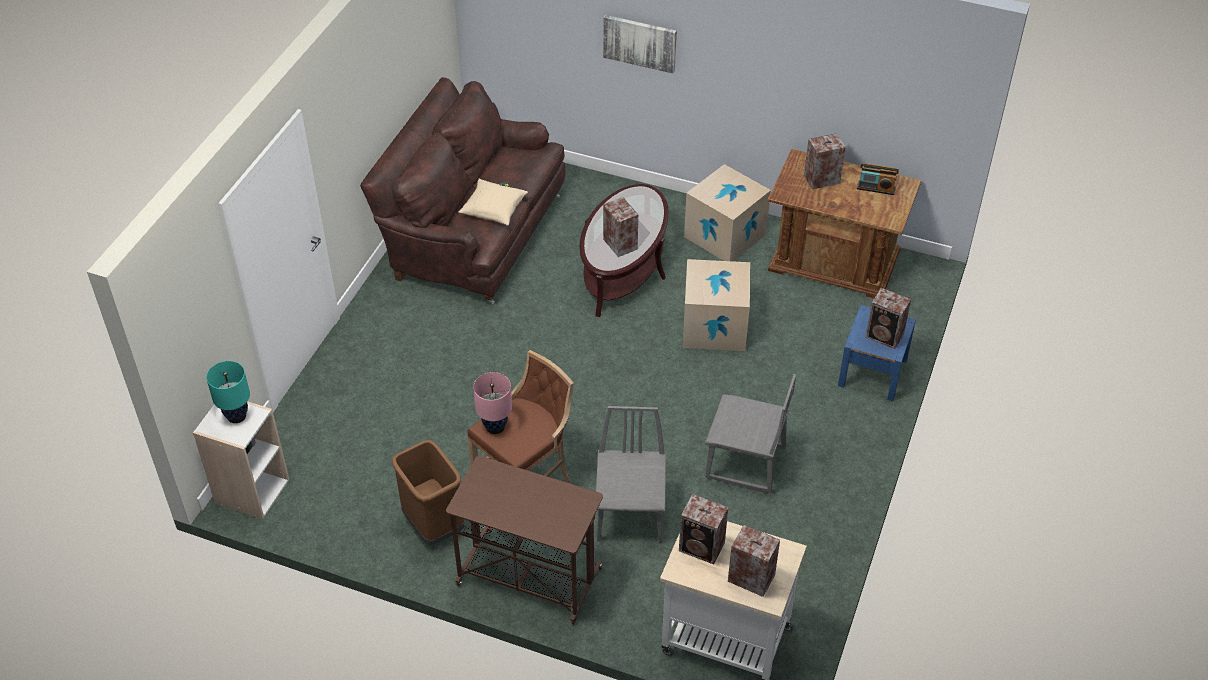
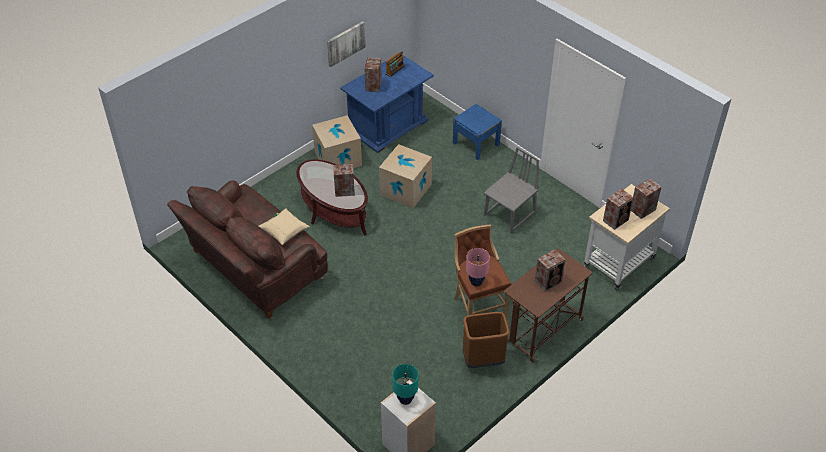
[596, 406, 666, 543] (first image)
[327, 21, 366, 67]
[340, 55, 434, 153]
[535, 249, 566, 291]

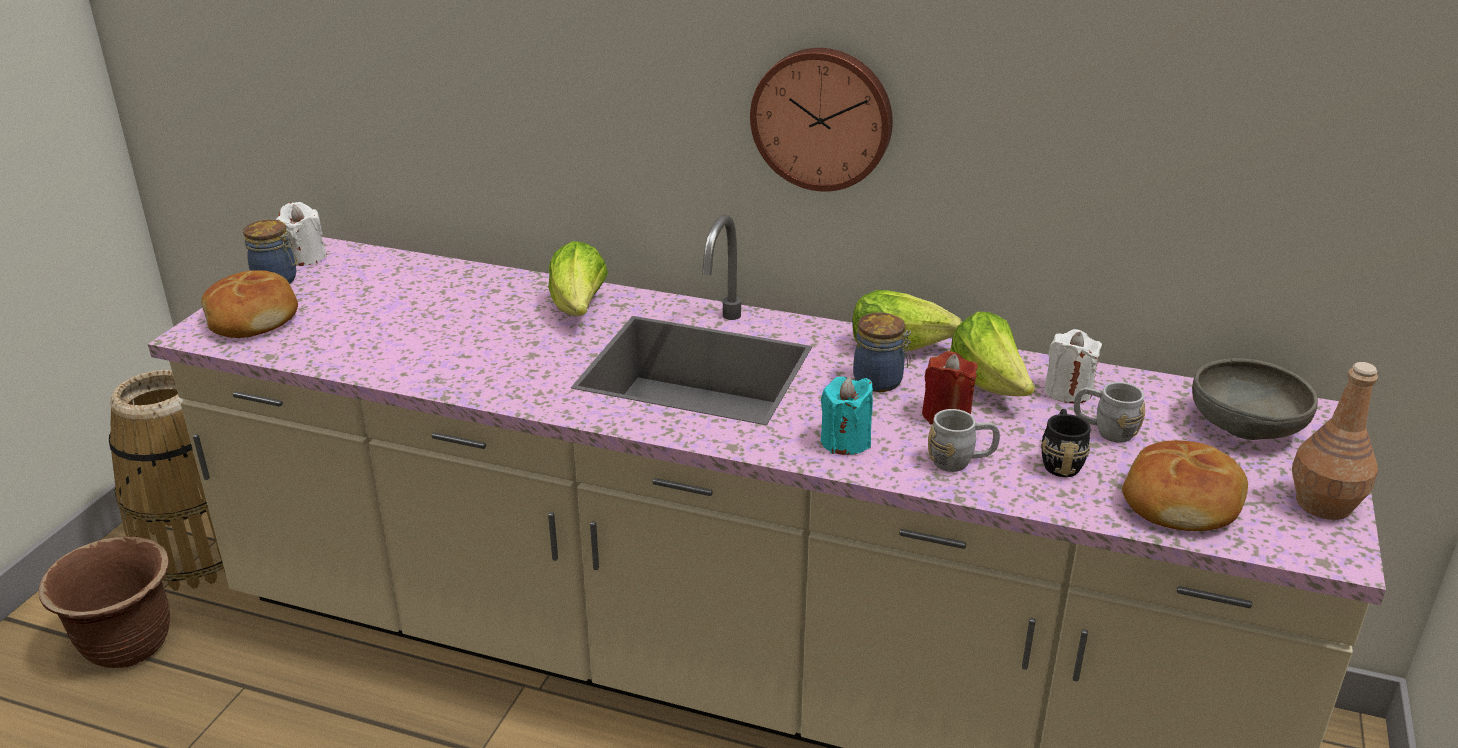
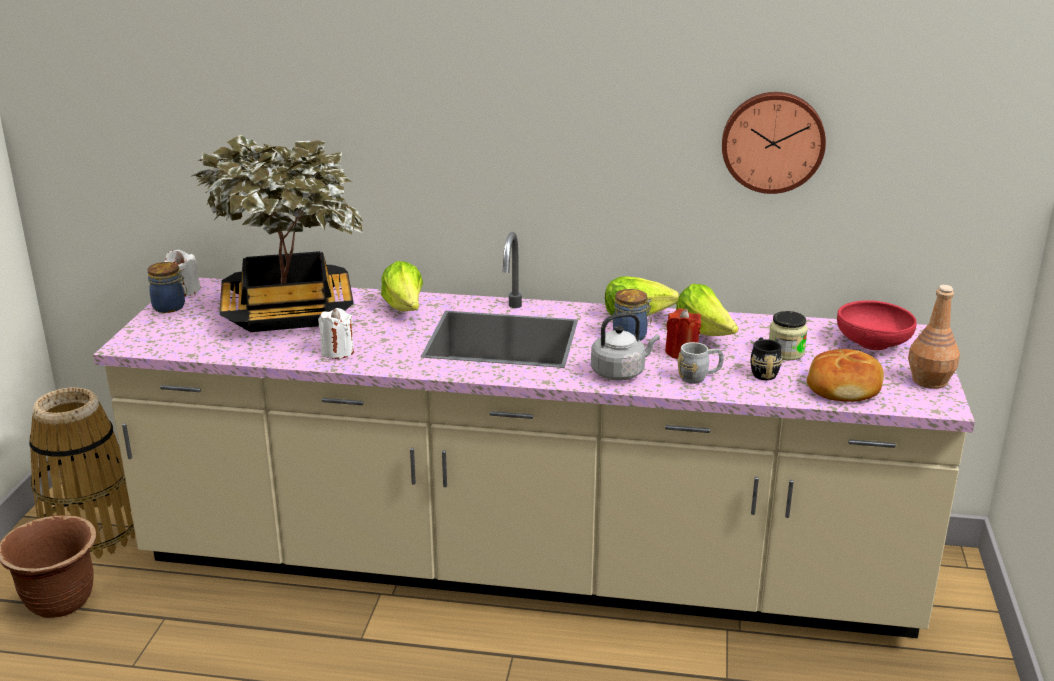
[201, 270, 298, 338] (first image)
[722, 92, 826, 194]
[591, 312, 660, 381]
[318, 308, 354, 359]
[769, 311, 808, 360]
[837, 300, 917, 350]
[190, 135, 363, 332]

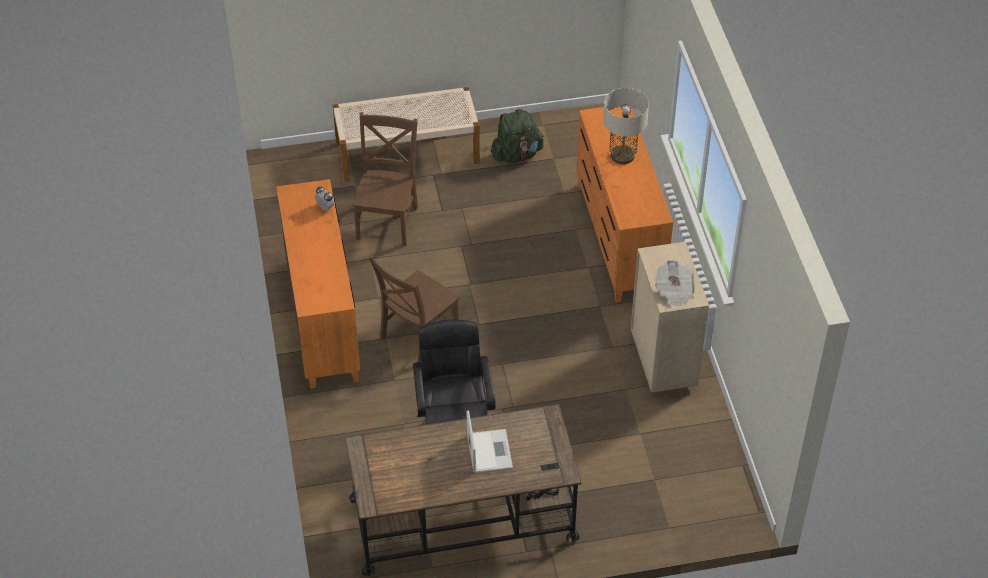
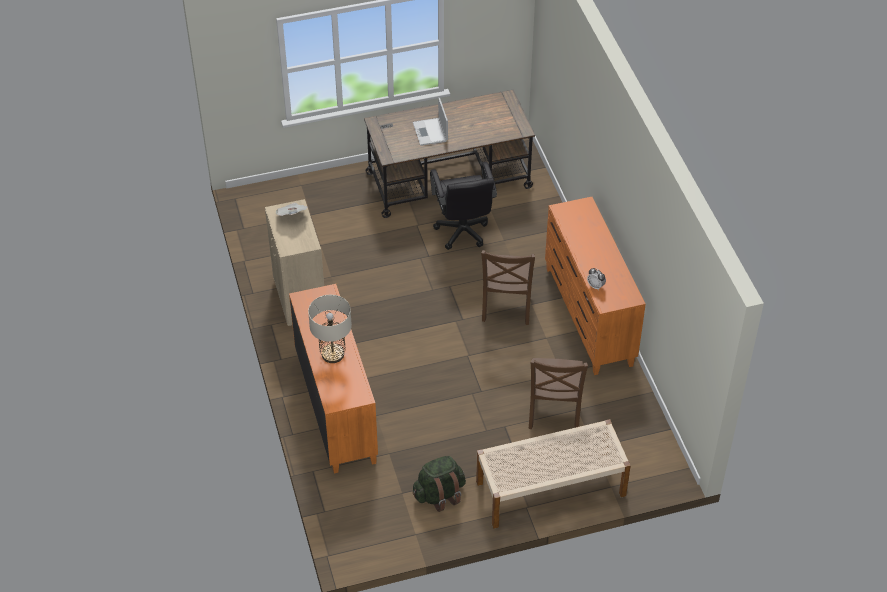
[481, 250, 535, 325]

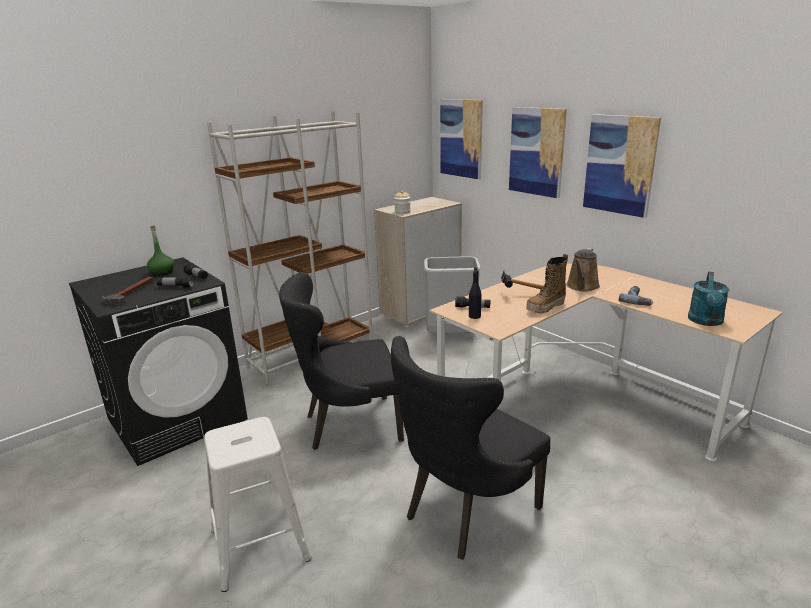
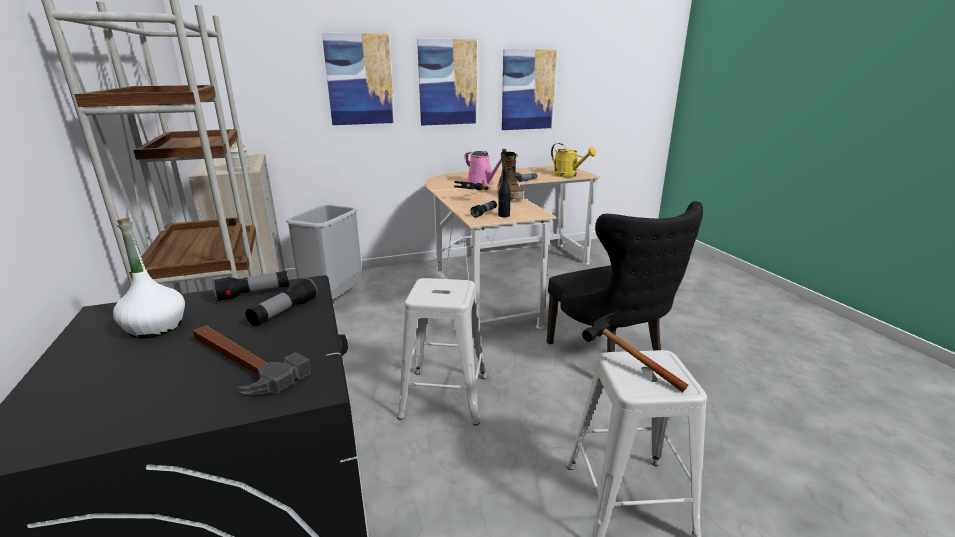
[113, 217, 185, 338]
[397, 278, 487, 425]
[502, 49, 557, 130]
[465, 151, 502, 186]
[551, 143, 596, 177]
[582, 313, 688, 392]

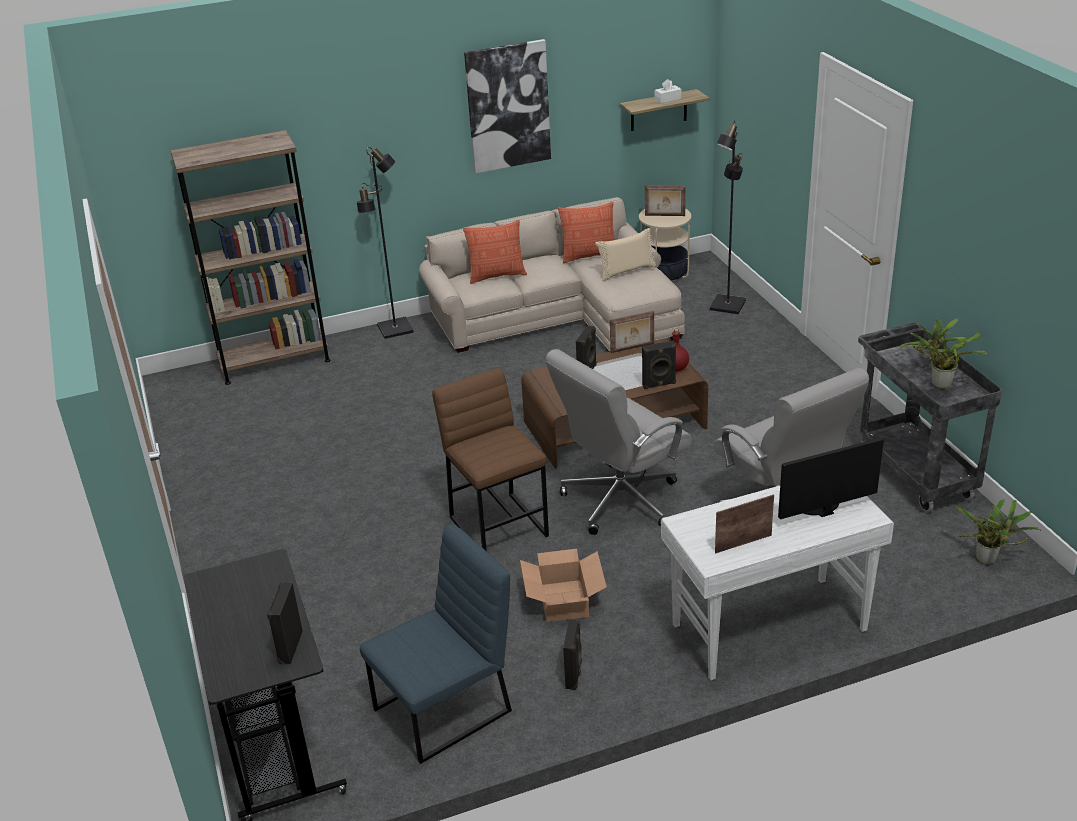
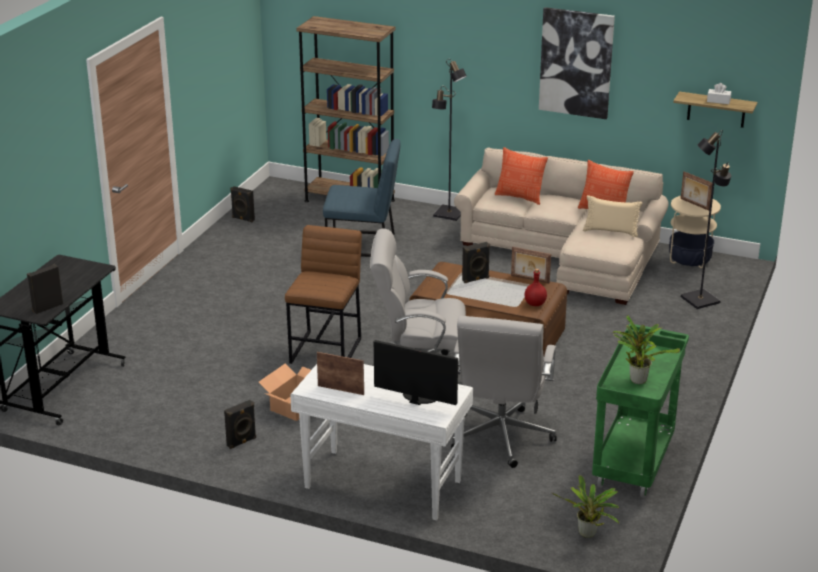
[323, 139, 401, 257]
[230, 186, 255, 222]
[592, 324, 689, 498]

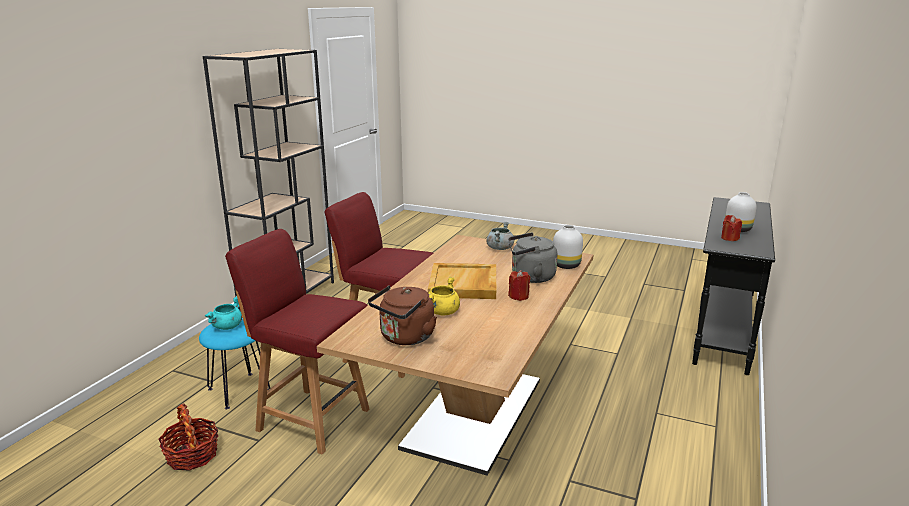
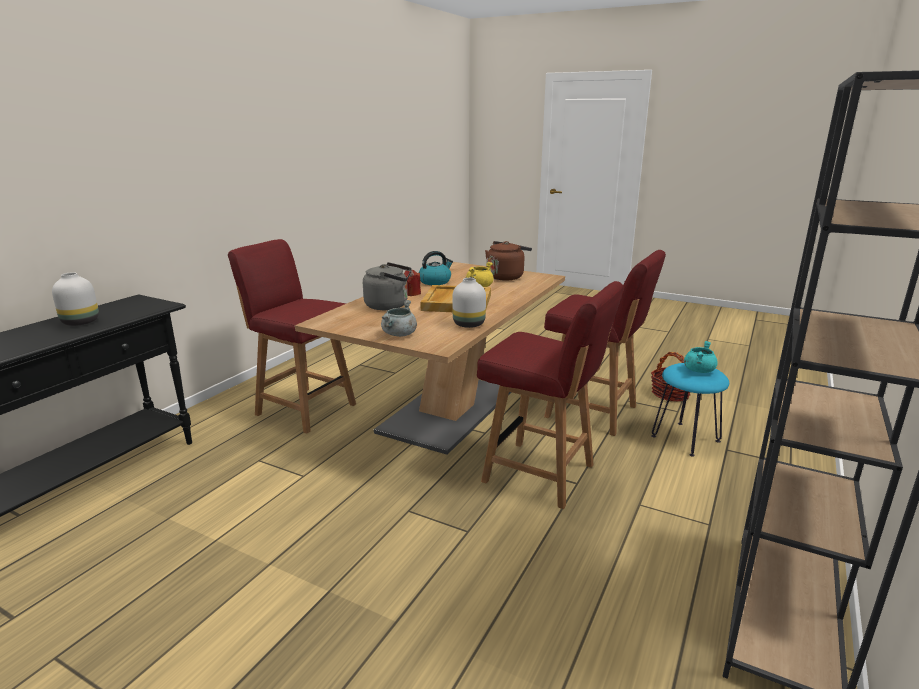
[452, 278, 486, 328]
[721, 215, 742, 241] (first image)
[228, 239, 356, 434]
[419, 251, 453, 285]

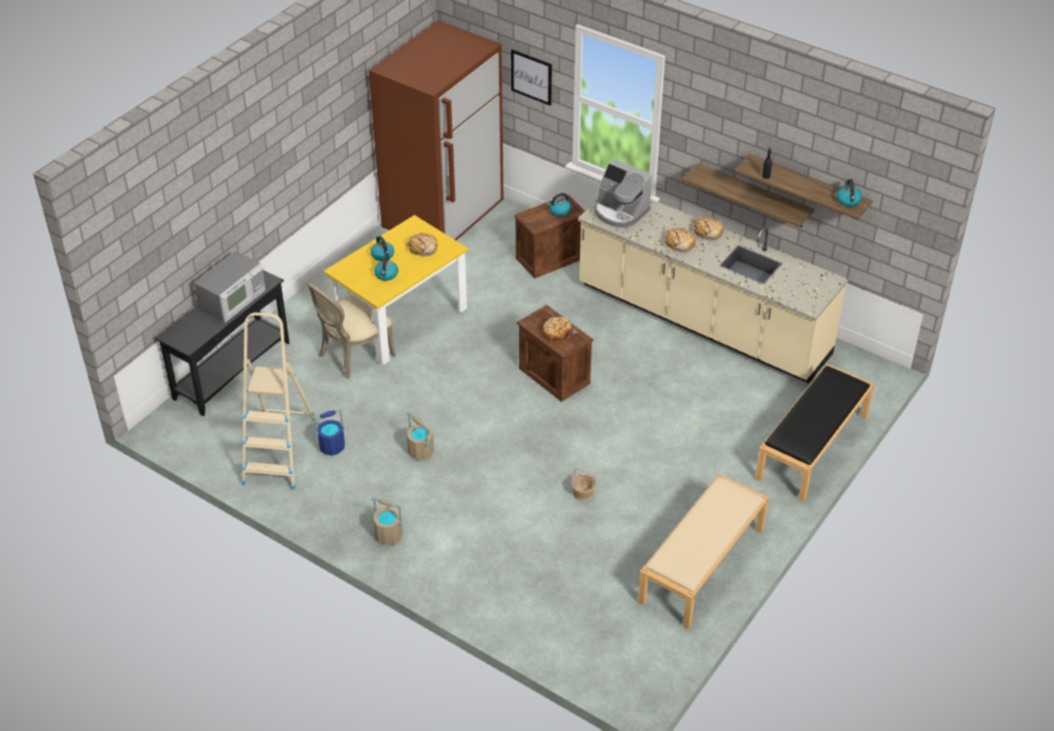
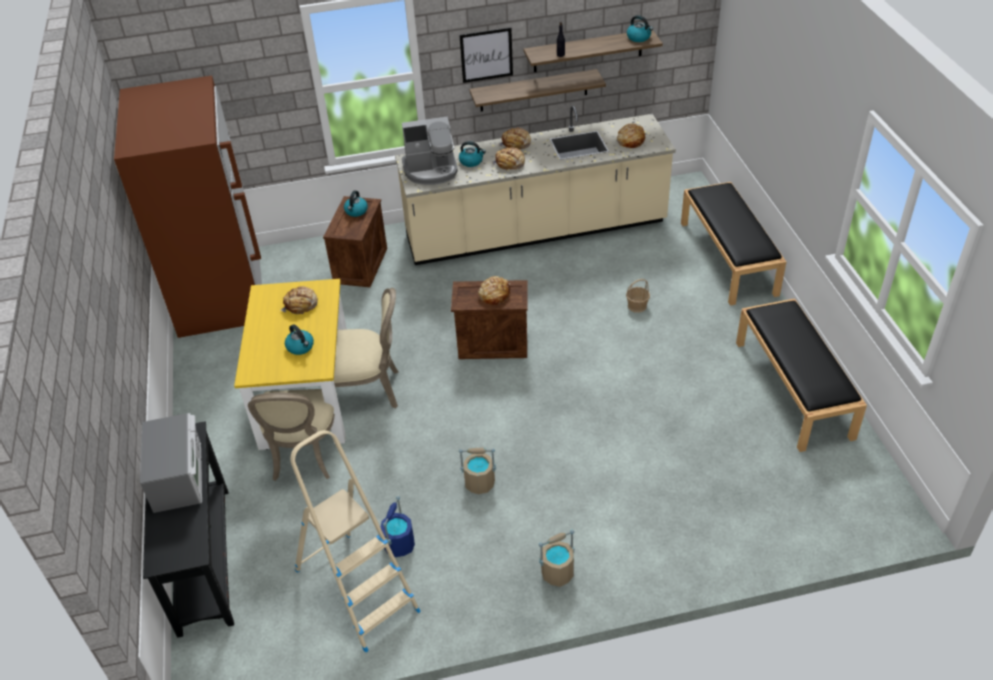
[459, 141, 486, 167]
[460, 27, 513, 83]
[626, 279, 650, 313]
[736, 298, 867, 452]
[334, 288, 398, 408]
[617, 123, 645, 148]

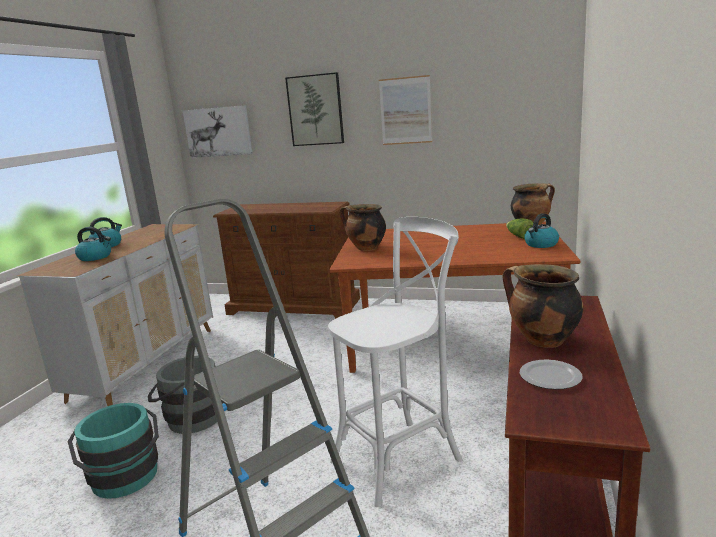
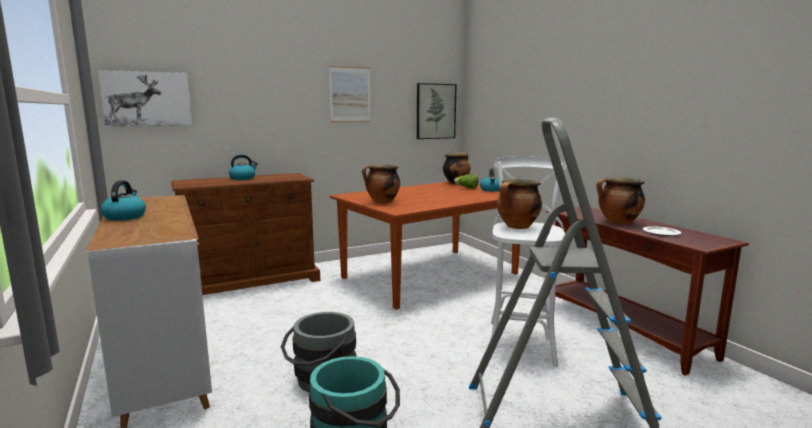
[229, 155, 258, 180]
[417, 83, 457, 139]
[497, 179, 542, 229]

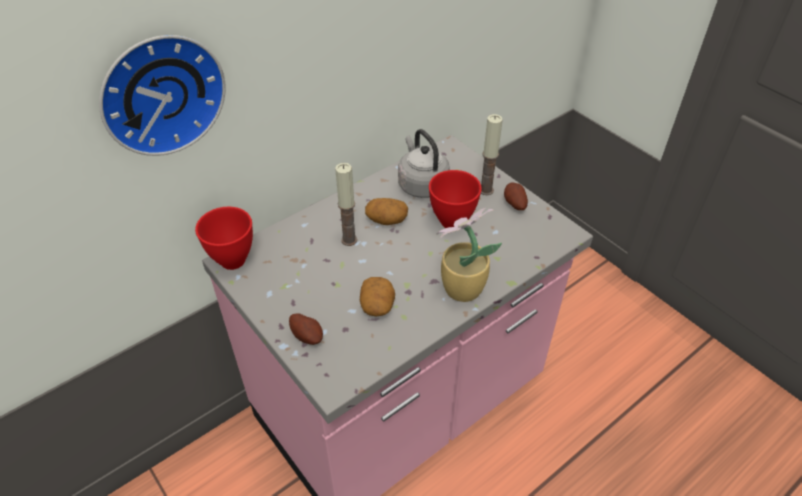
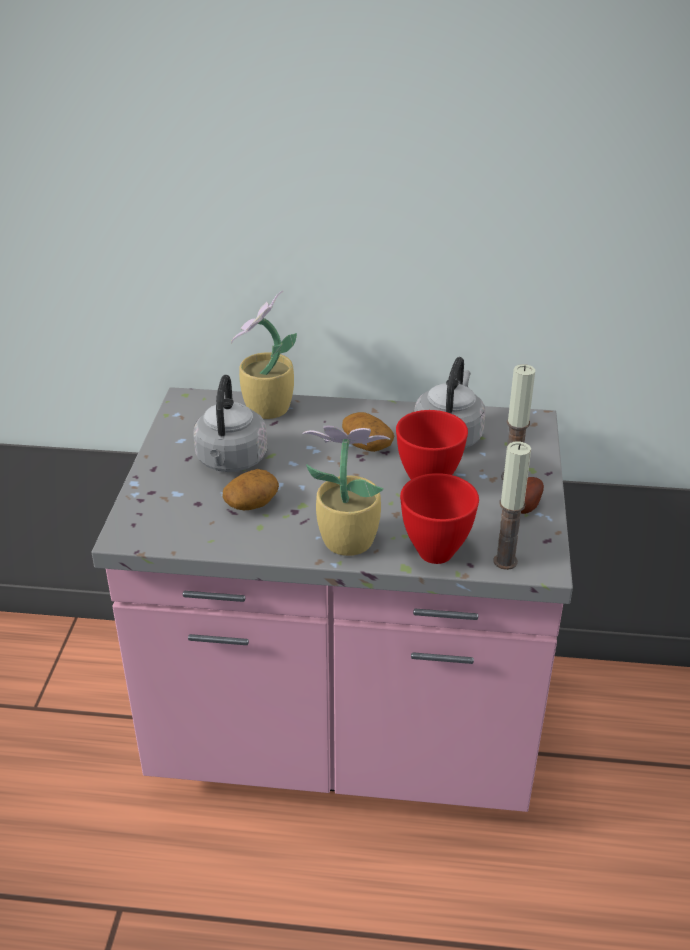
[99, 35, 226, 156] (first image)
[400, 473, 479, 564]
[289, 313, 323, 345] (first image)
[494, 442, 531, 570]
[193, 375, 267, 472]
[231, 291, 297, 419]

